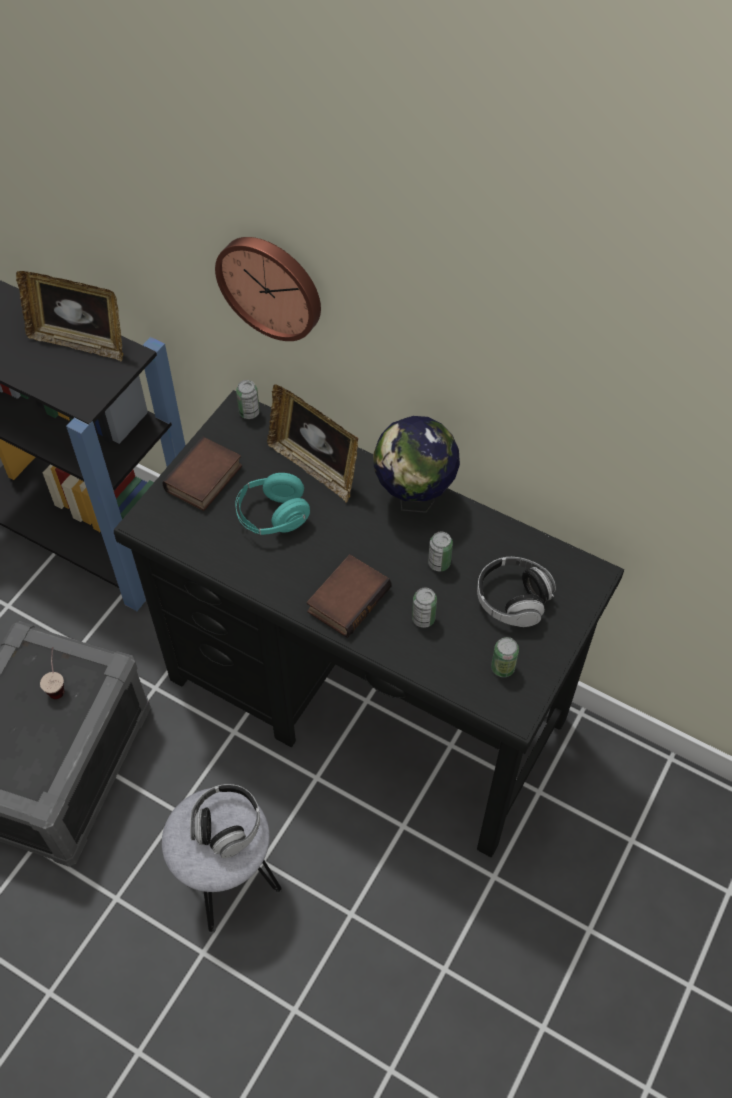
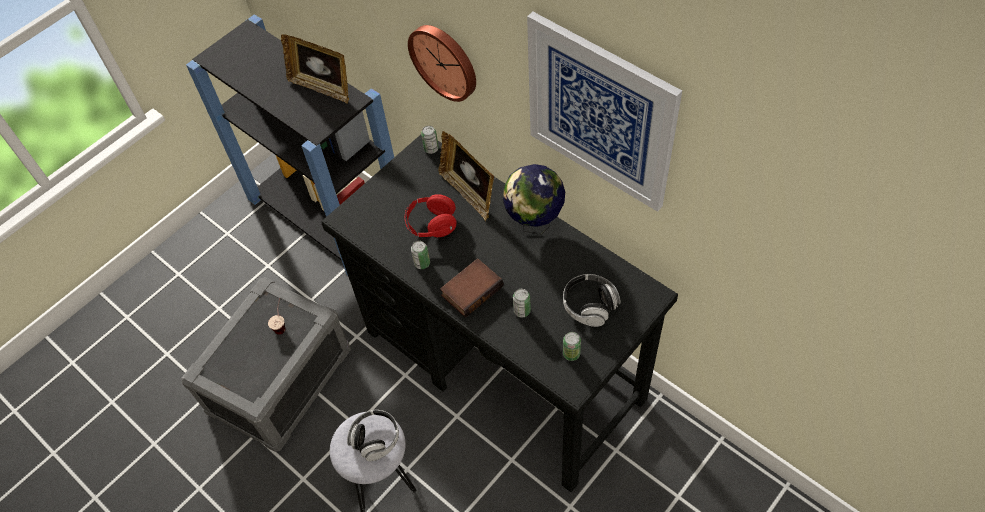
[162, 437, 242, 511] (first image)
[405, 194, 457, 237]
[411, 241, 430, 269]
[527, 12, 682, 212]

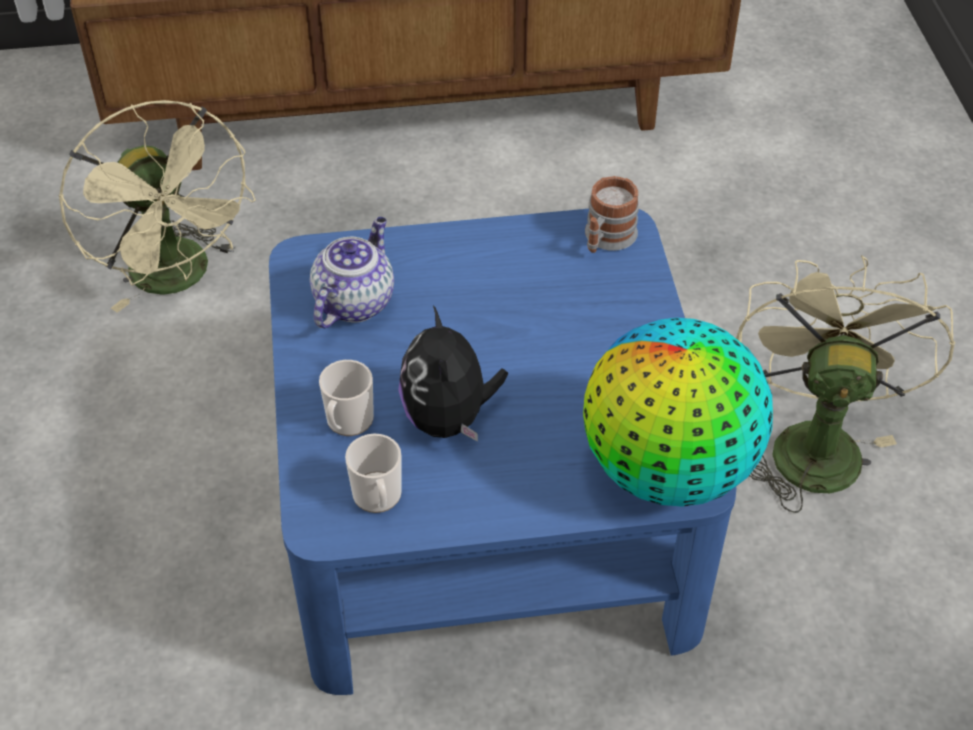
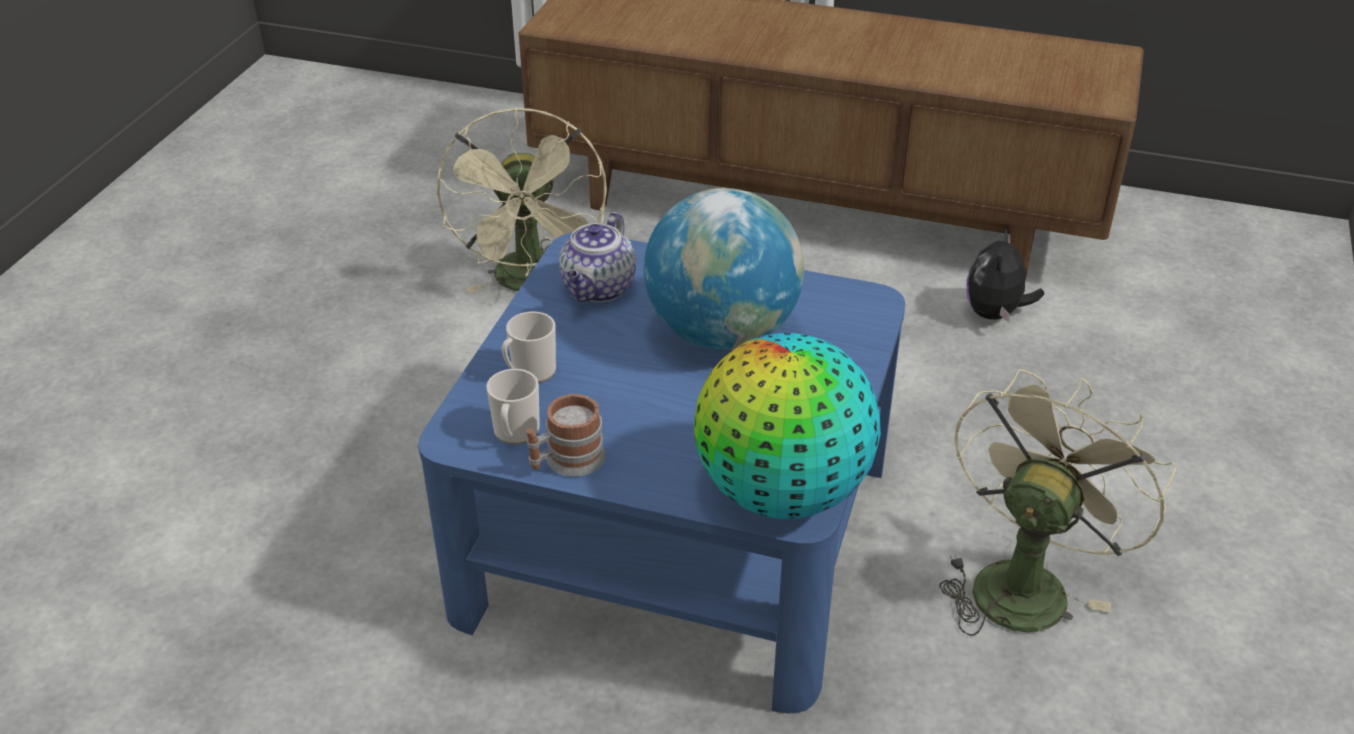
[559, 212, 636, 302]
[966, 226, 1044, 322]
[526, 393, 605, 477]
[644, 188, 804, 350]

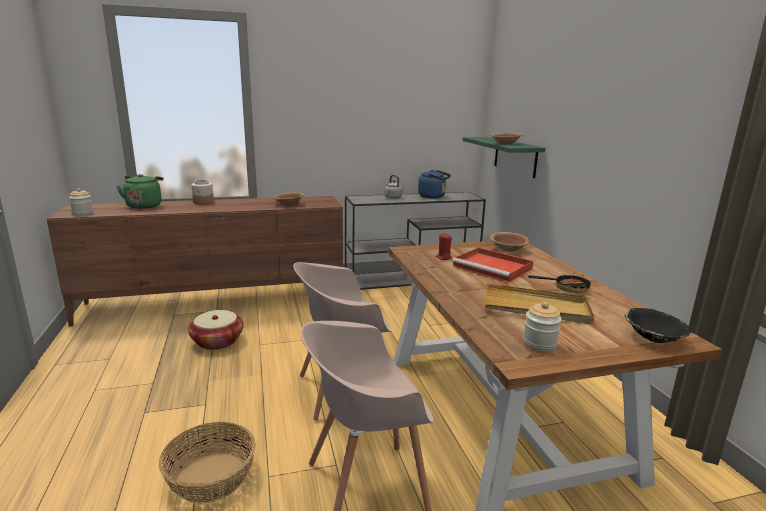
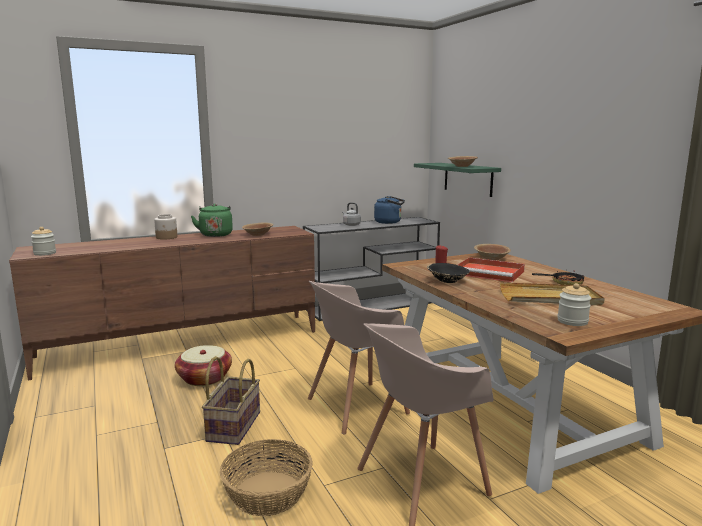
[191, 204, 233, 237]
[427, 263, 470, 283]
[202, 356, 260, 445]

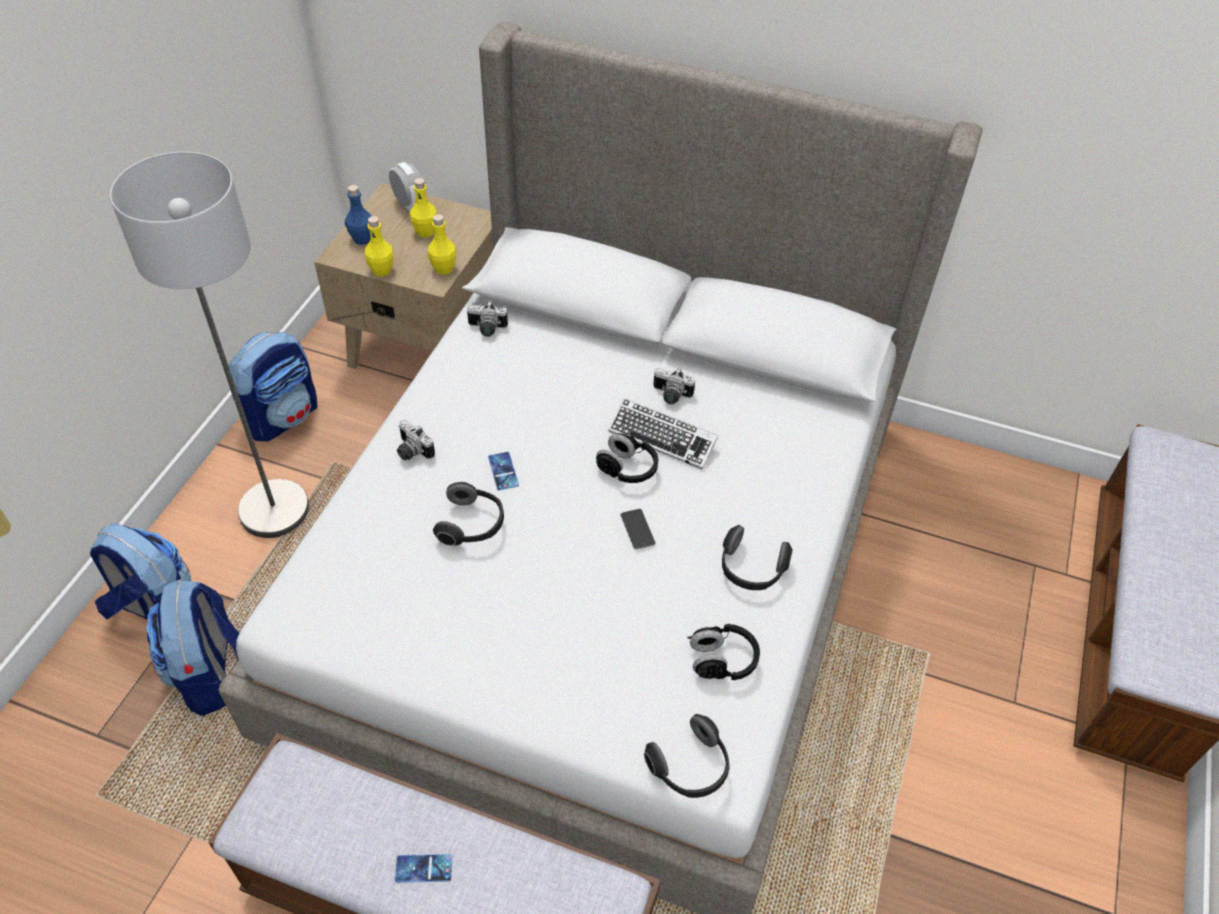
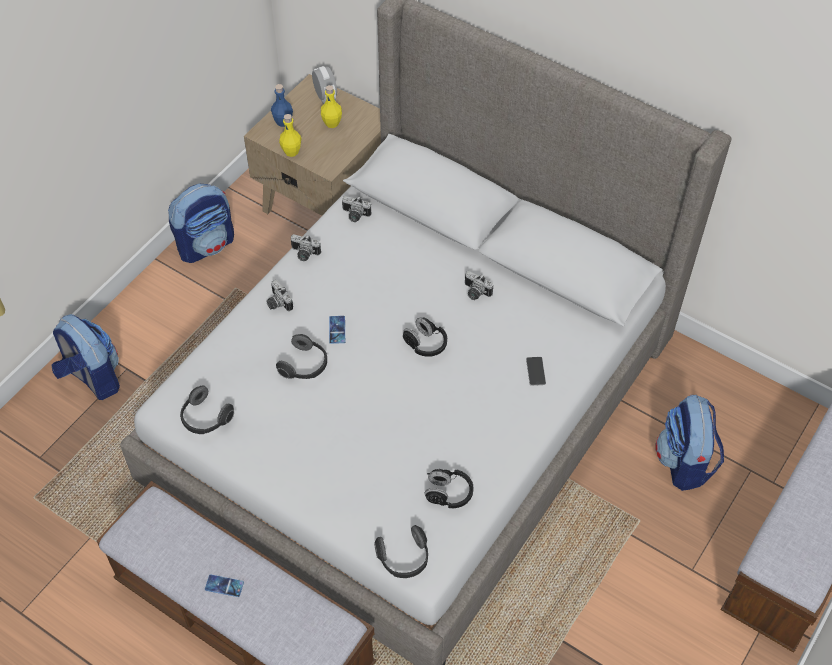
[110, 152, 309, 538] (first image)
[655, 395, 724, 491]
[428, 214, 456, 275] (first image)
[608, 399, 718, 469] (first image)
[526, 357, 546, 386]
[180, 385, 234, 434]
[291, 234, 321, 261]

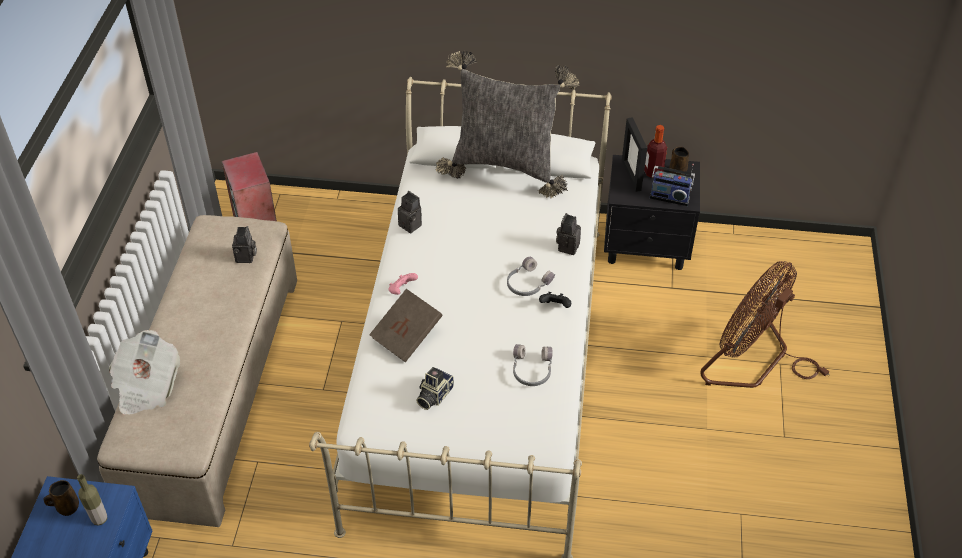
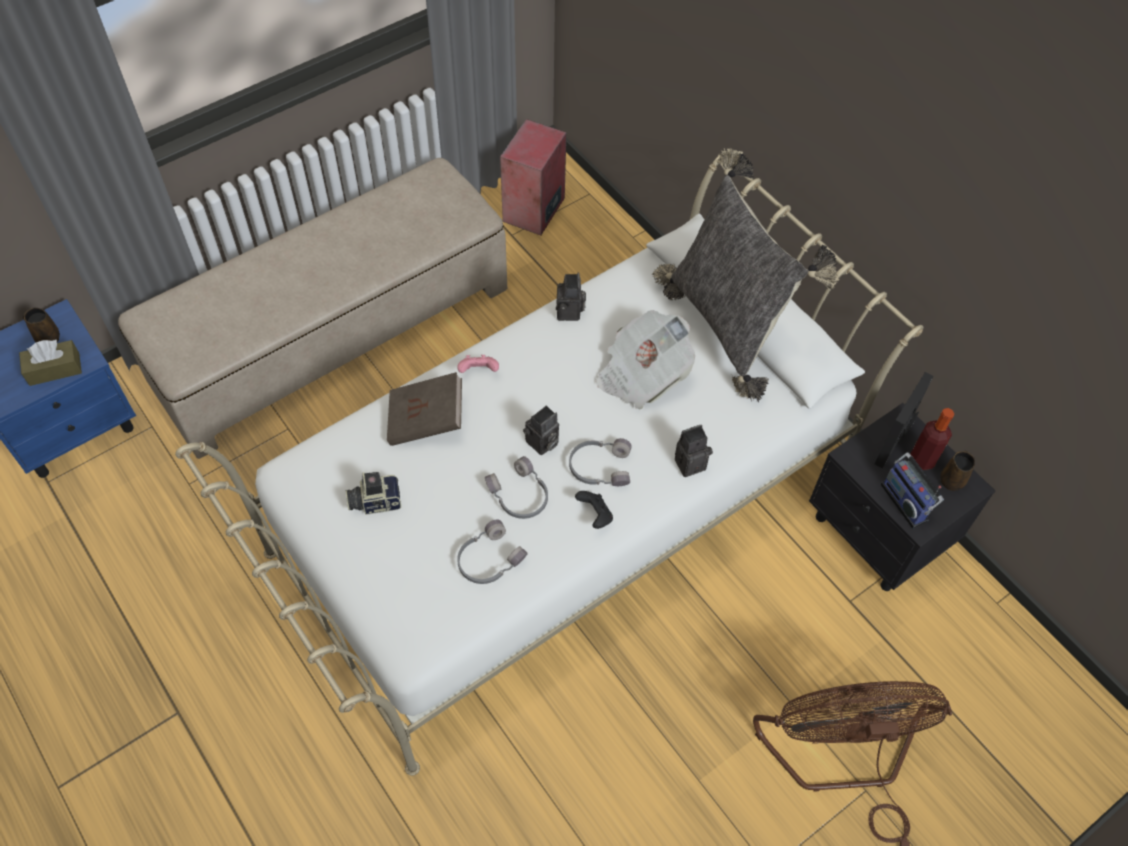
[19, 340, 82, 386]
[596, 310, 695, 409]
[523, 406, 559, 455]
[485, 456, 548, 519]

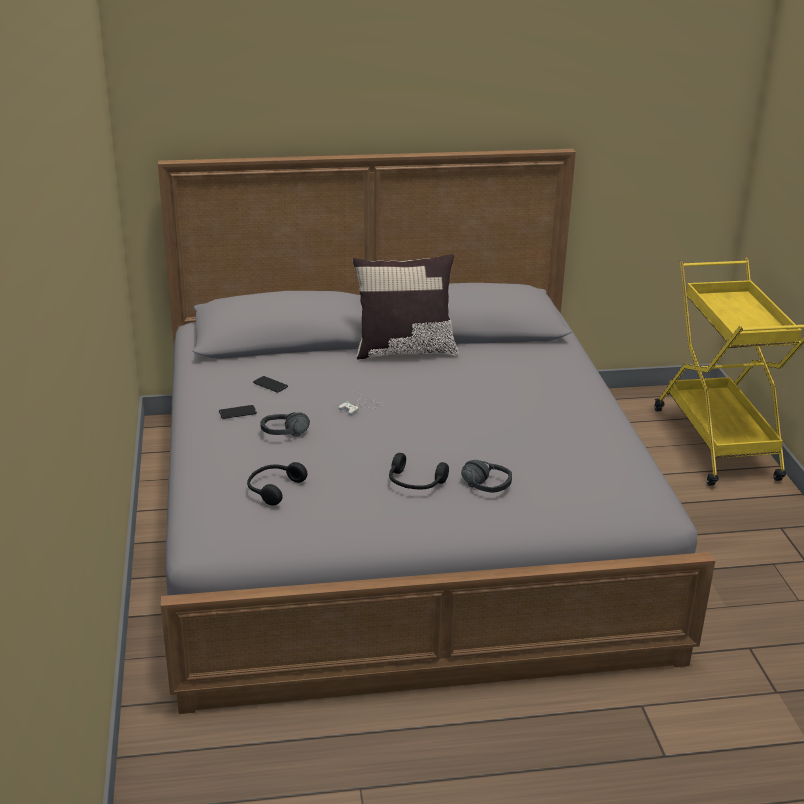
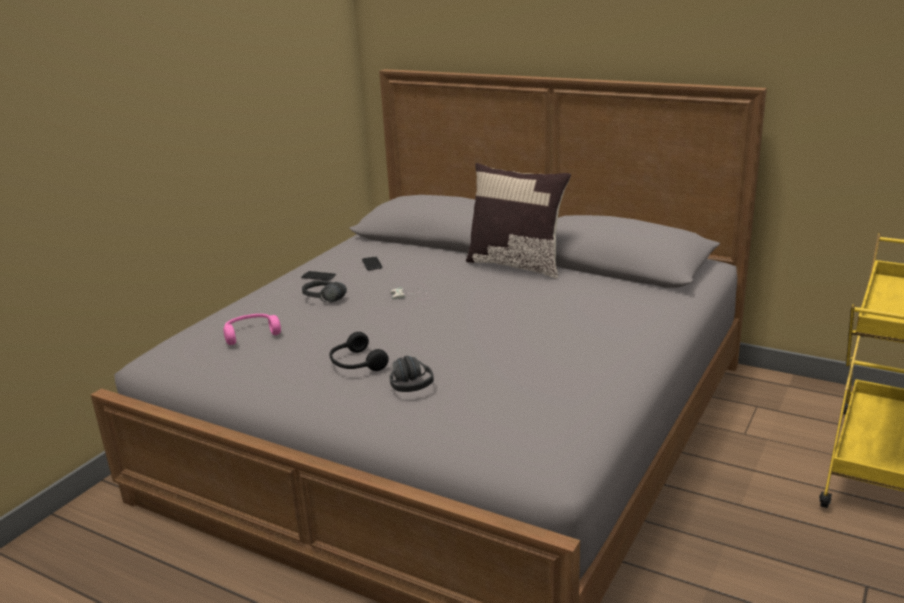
[223, 314, 281, 345]

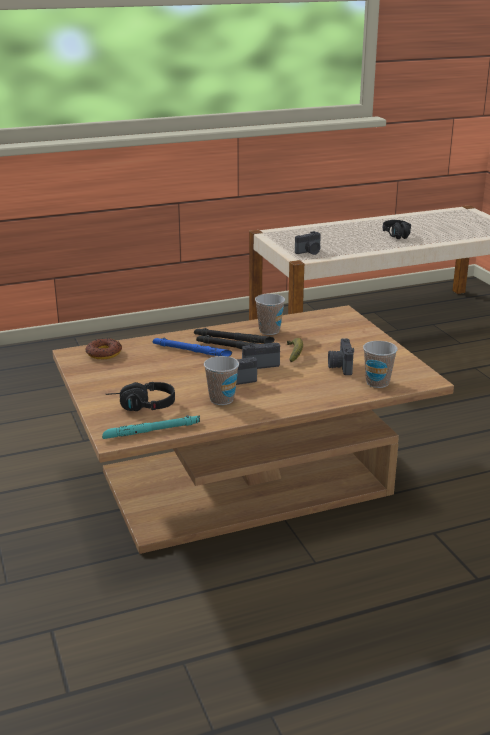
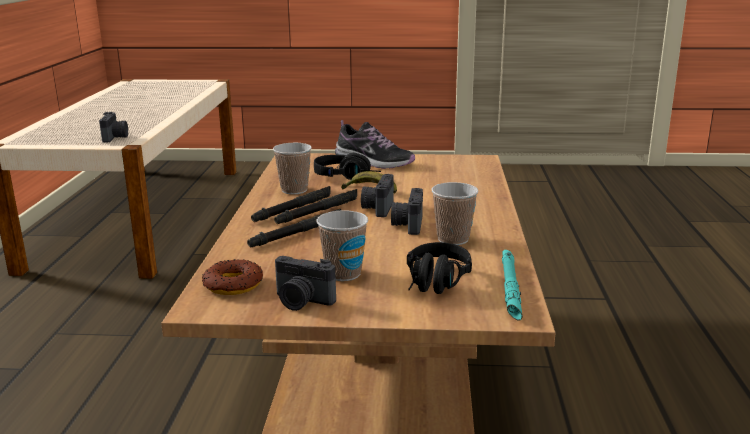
[247, 209, 341, 248]
[275, 256, 336, 311]
[316, 210, 368, 281]
[314, 153, 381, 180]
[335, 120, 415, 169]

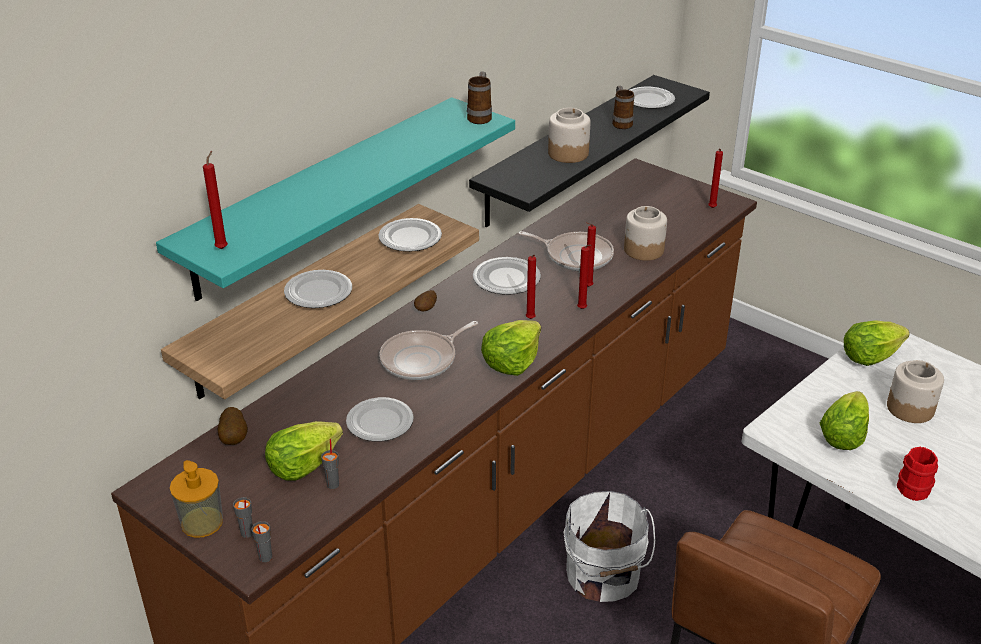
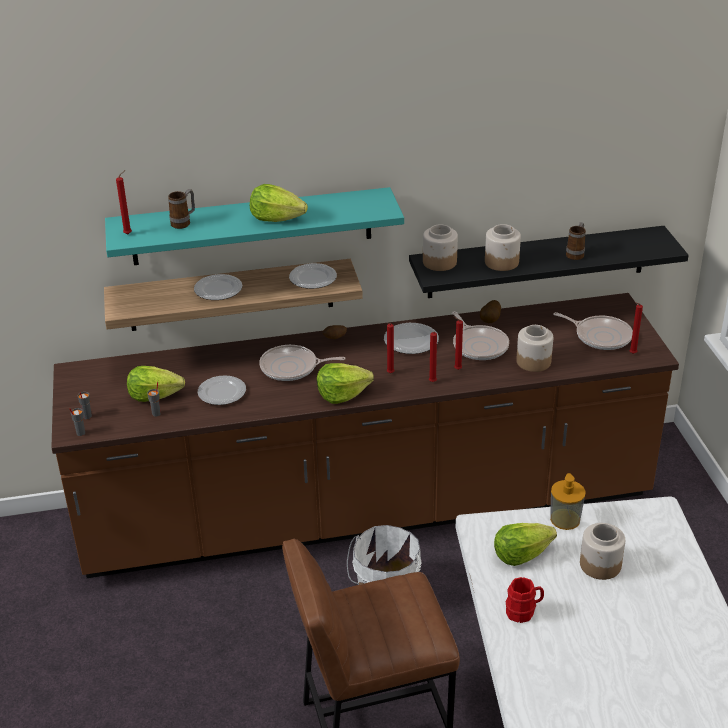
[550, 473, 586, 530]
[480, 300, 501, 323]
[168, 189, 195, 229]
[630, 87, 675, 109] (first image)
[250, 184, 308, 222]
[423, 224, 458, 271]
[554, 312, 633, 350]

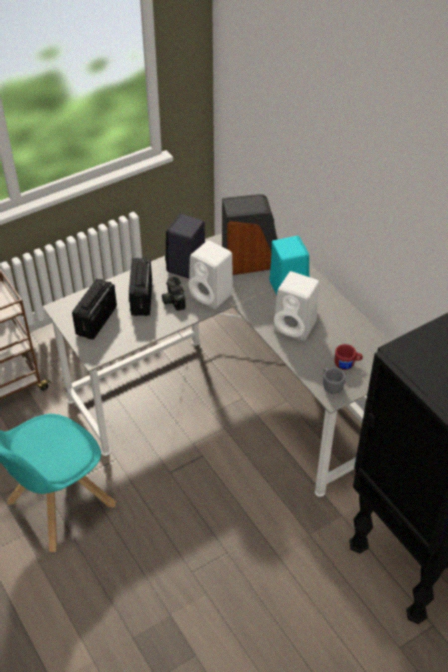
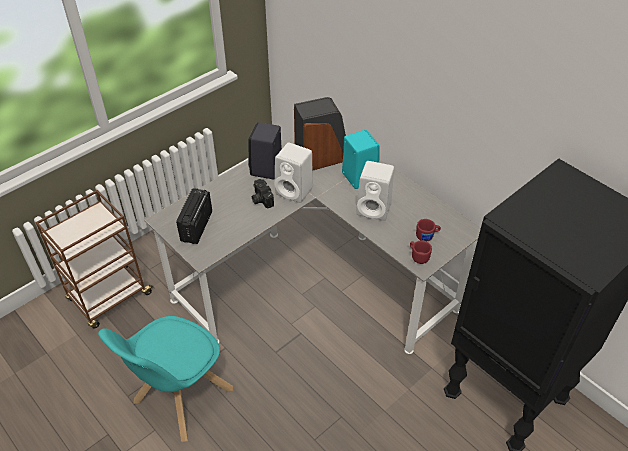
[129, 258, 152, 316] (first image)
[410, 240, 432, 264]

